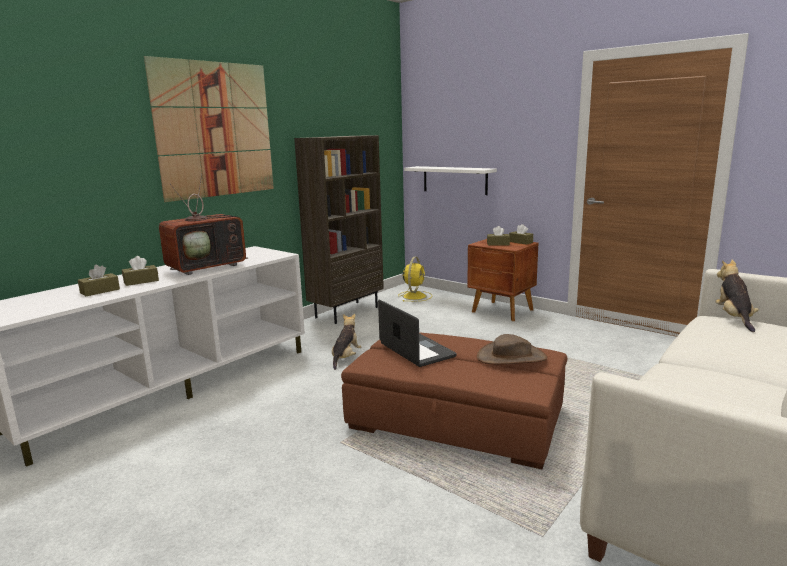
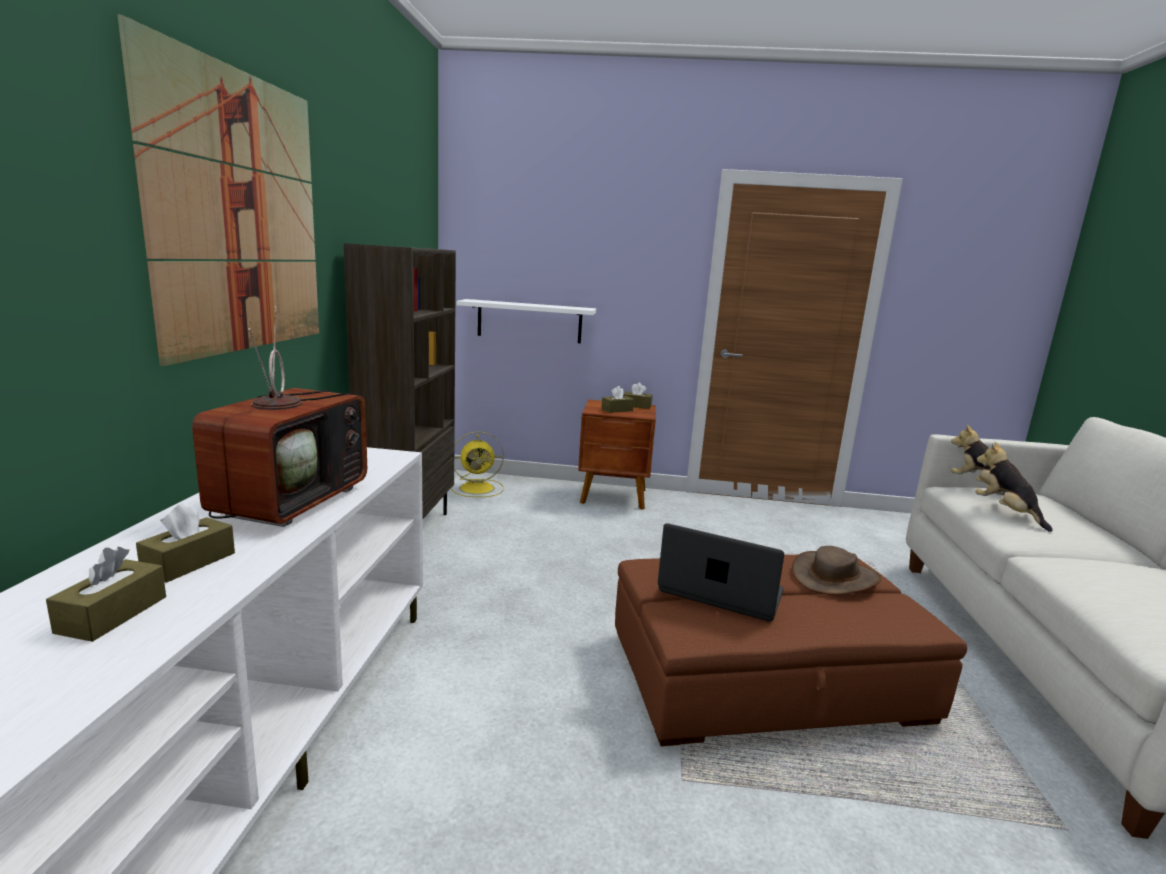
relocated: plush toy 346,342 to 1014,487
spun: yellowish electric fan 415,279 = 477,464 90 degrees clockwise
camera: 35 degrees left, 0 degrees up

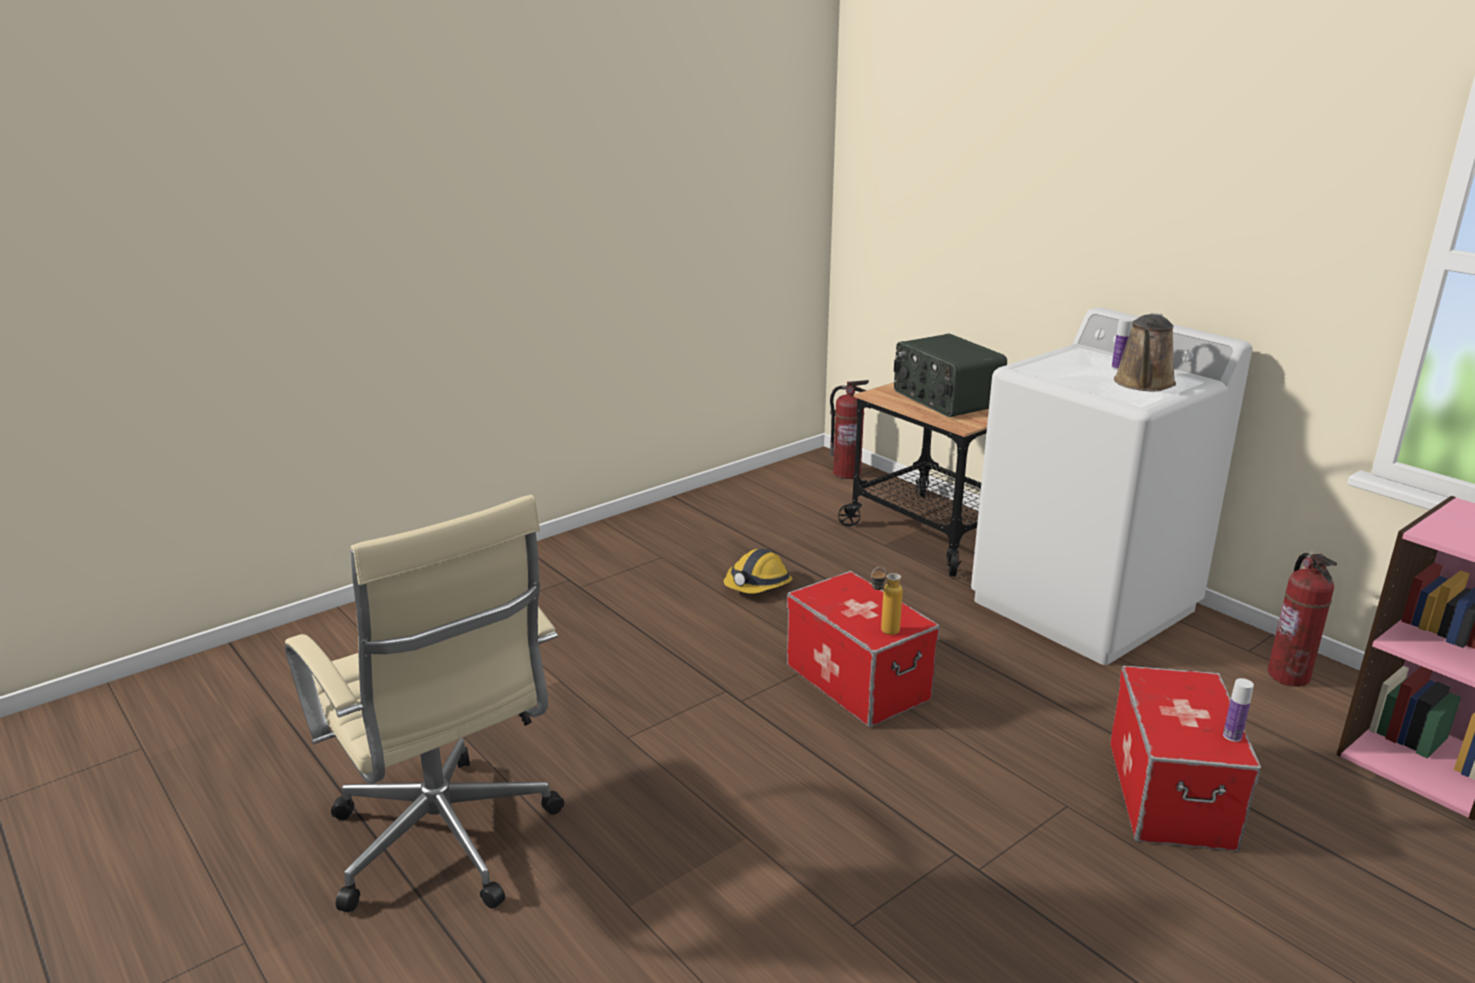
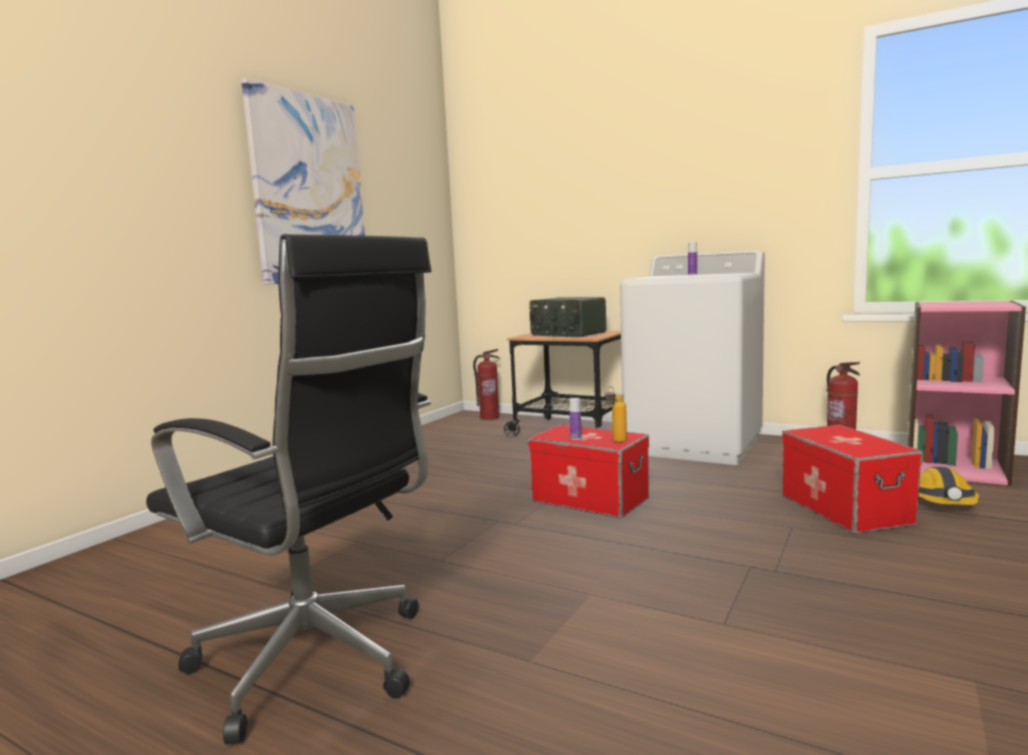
missing: brownish sprinkling can 1145,352
appeared: wall art 303,181
relocated: hard hat 758,571 to 949,486; drink bottle 1238,710 to 575,419
colour: sand-coloured desk chair 424,704 to black-coloured desk chair 289,489
camera: 20 degrees left, 15 degrees down

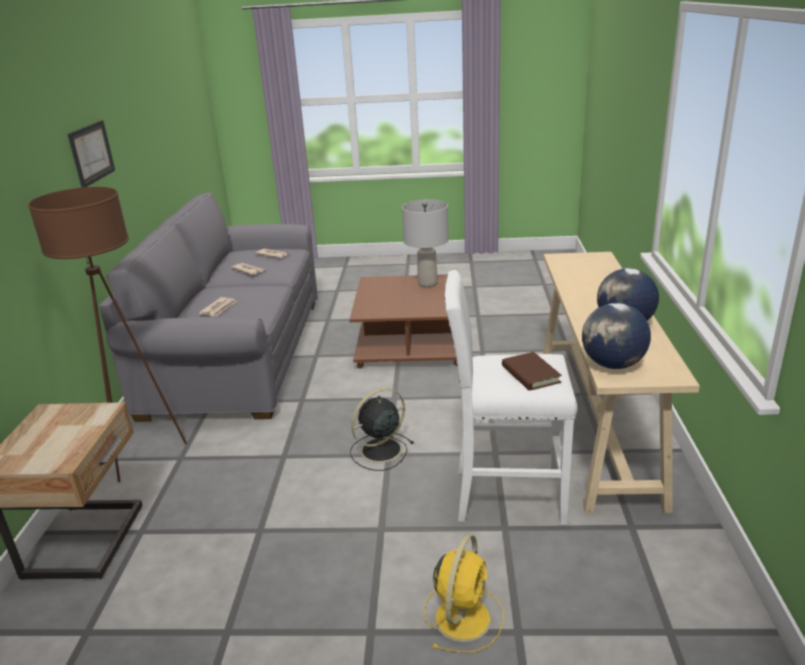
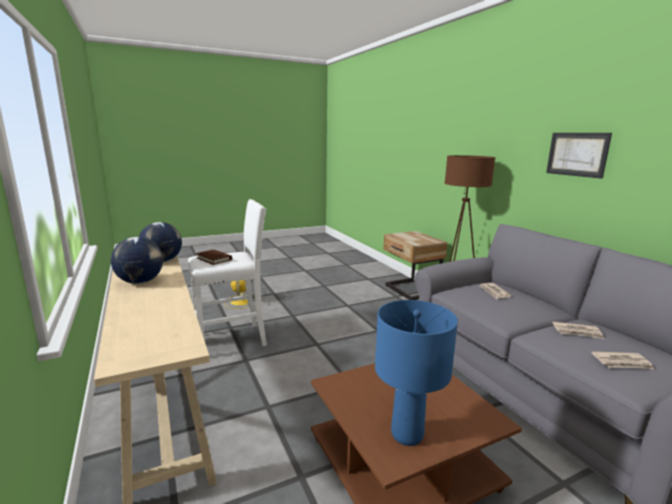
missing: black-coloured electric fan 382,429
colour: grey table lamp 425,243 to blue table lamp 416,373
camera: 150 degrees right, 10 degrees down

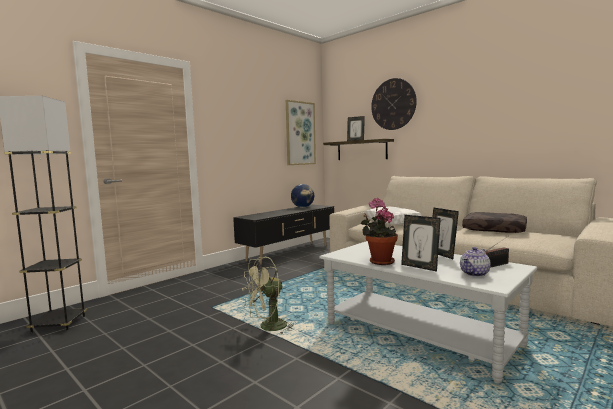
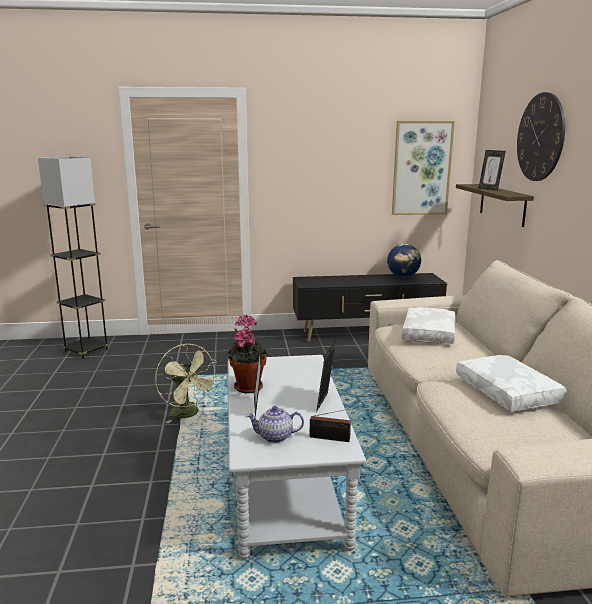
colour: brownish throw pillow 494,222 to whitish throw pillow 511,383
spun: greenish electric fan 268,295 = 187,383 135 degrees counterclockwise
camera: 40 degrees right, 10 degrees up

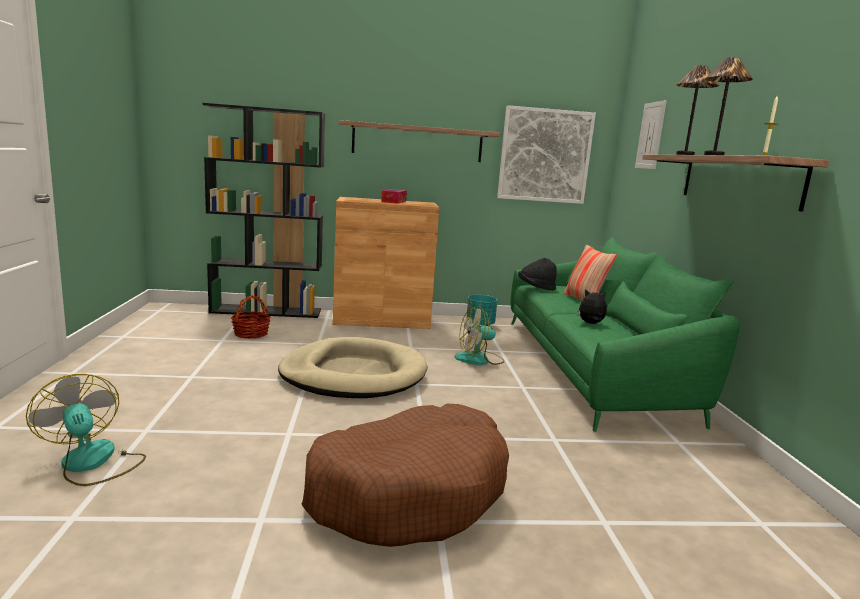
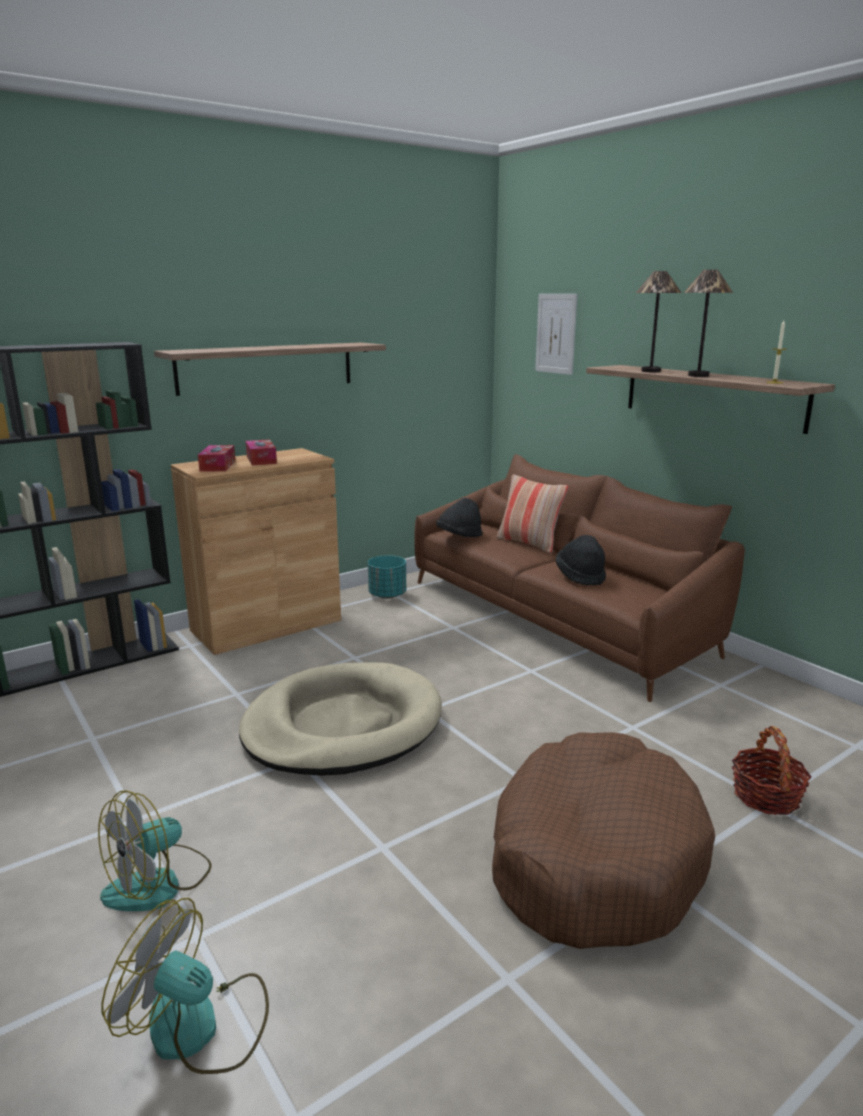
missing: wall art 546,154
appeared: tissue box 216,458
relocated: storage basket 251,317 to 771,770; electric fan 479,336 to 155,850
exchanged: plush toy 592,306 to black-coloured clothing hat 581,560
colour: greenish settee 625,334 to brownish settee 579,578
camera: 30 degrees left, 5 degrees up

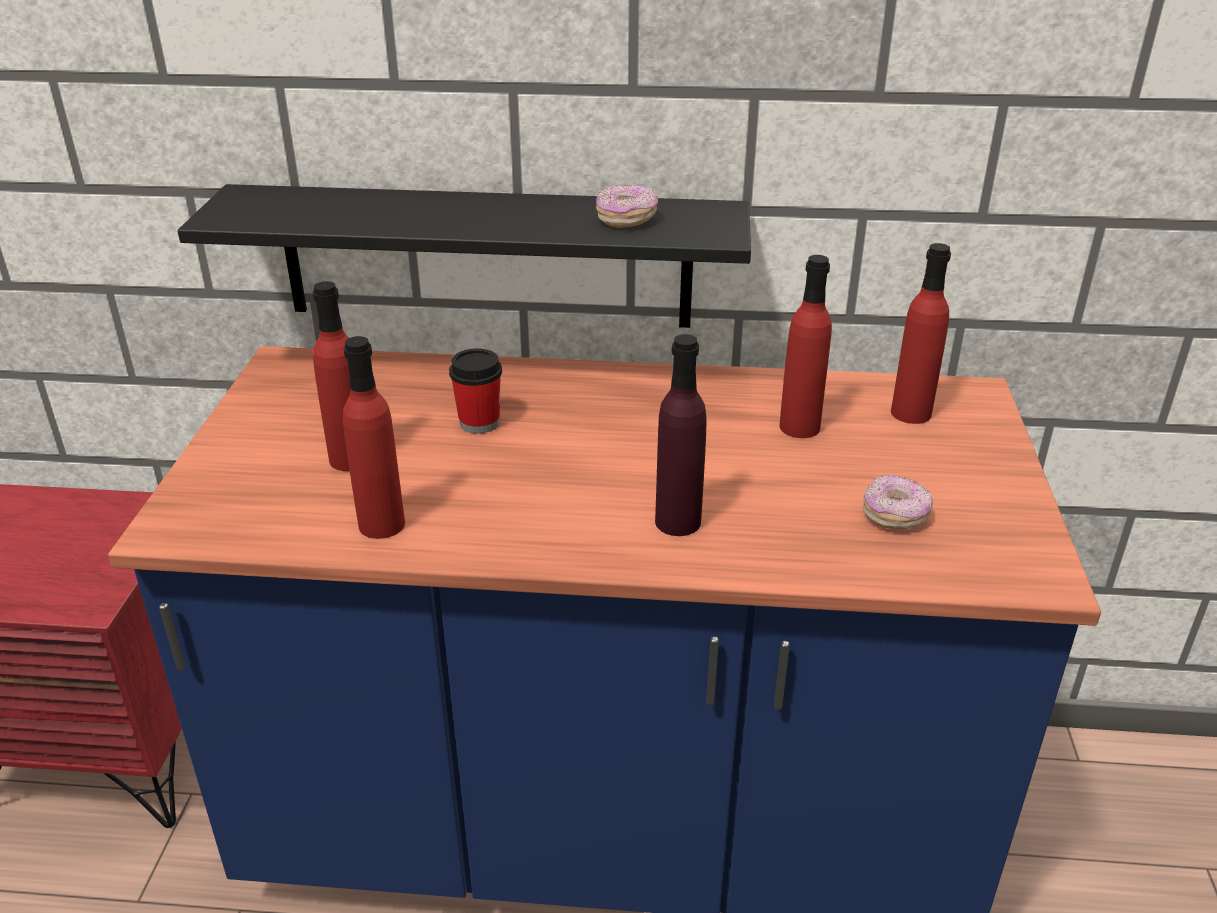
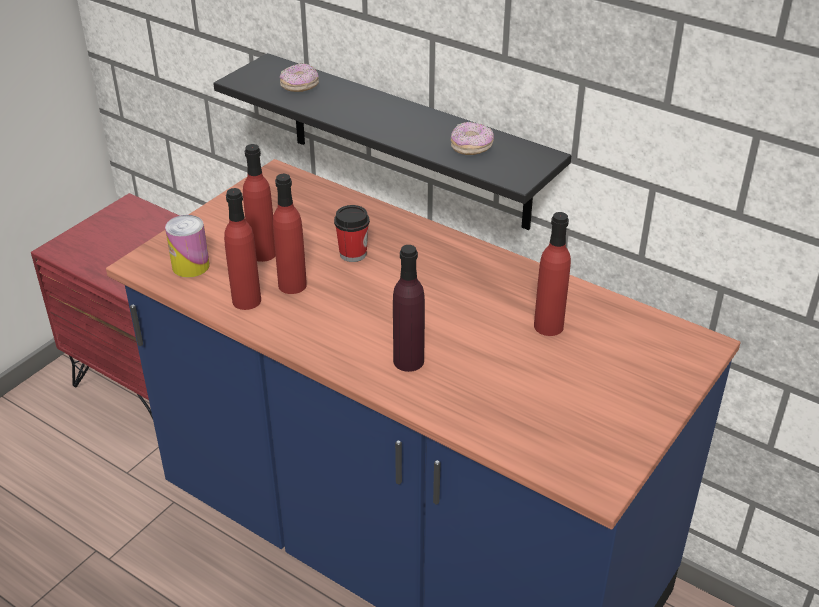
appeared: can 187,246
relocated: reddish drink bottle 921,333 to 290,234; ring doughnut 898,502 to 299,77
camera: 30 degrees right, 5 degrees up

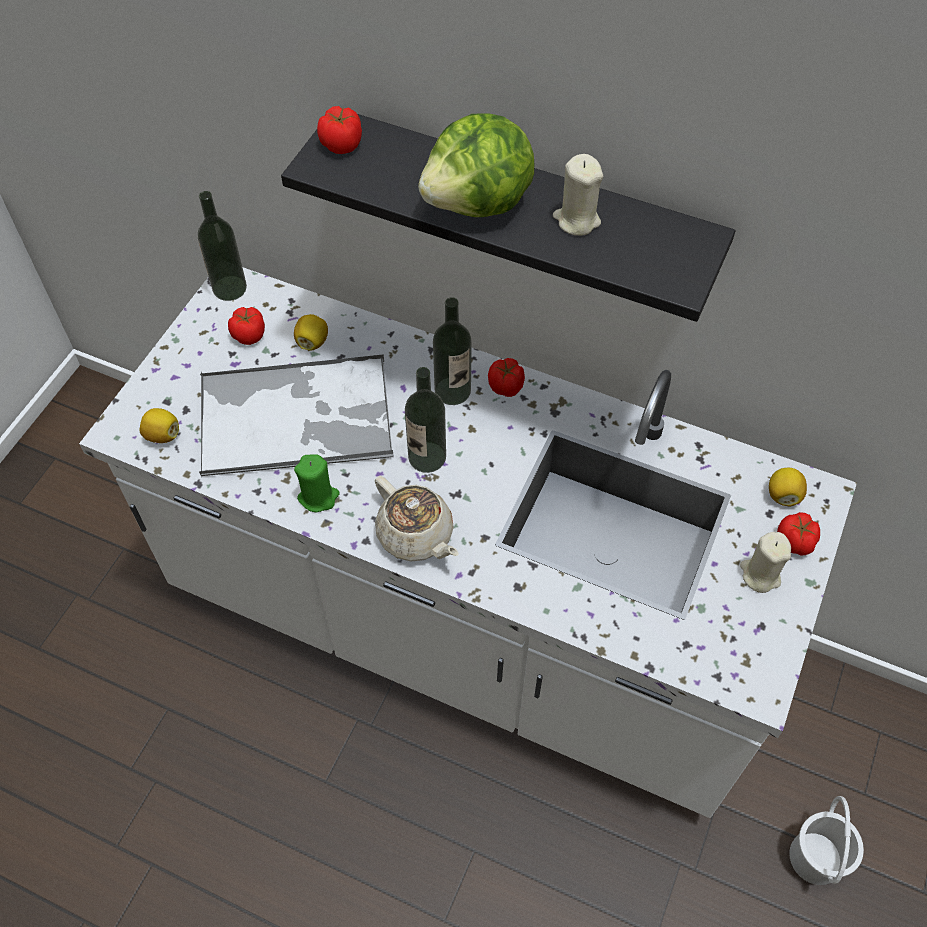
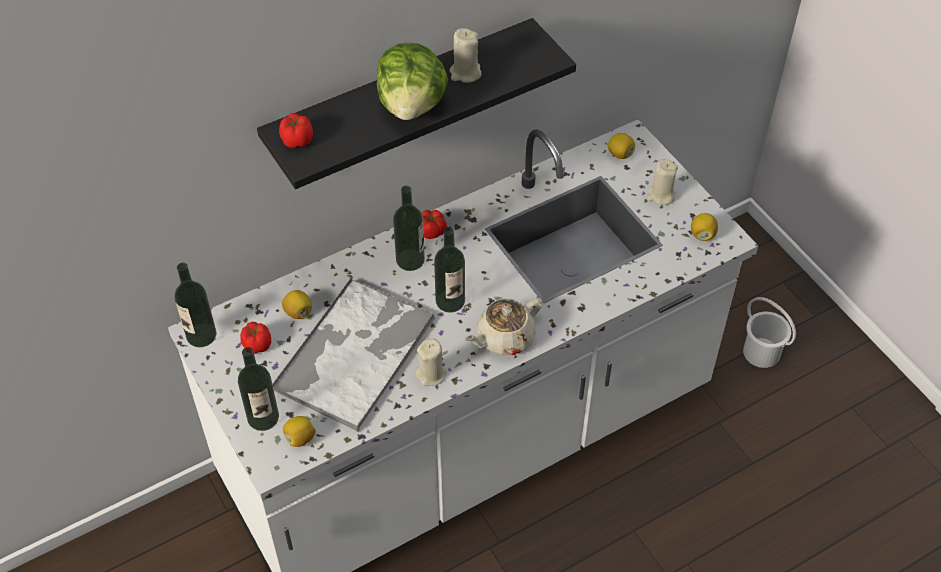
missing: whole tomato 798,533
appeared: citrus fruit 704,227; drink bottle 258,389
colour: greenish wax candle 317,483 to sand-coloured wax candle 431,362
spun: sand-coloured teapot 416,518 = 504,326 150 degrees clockwise
camera: 55 degrees left, 5 degrees down

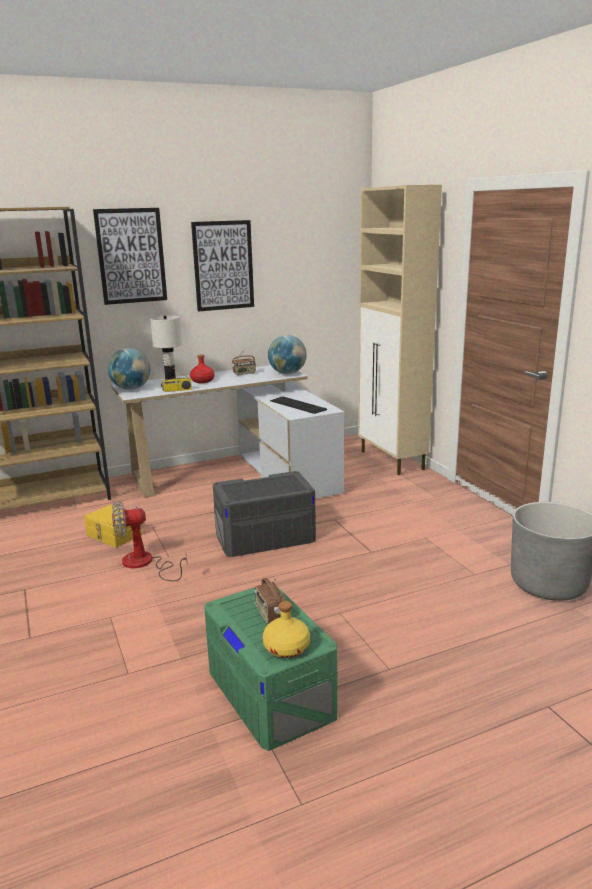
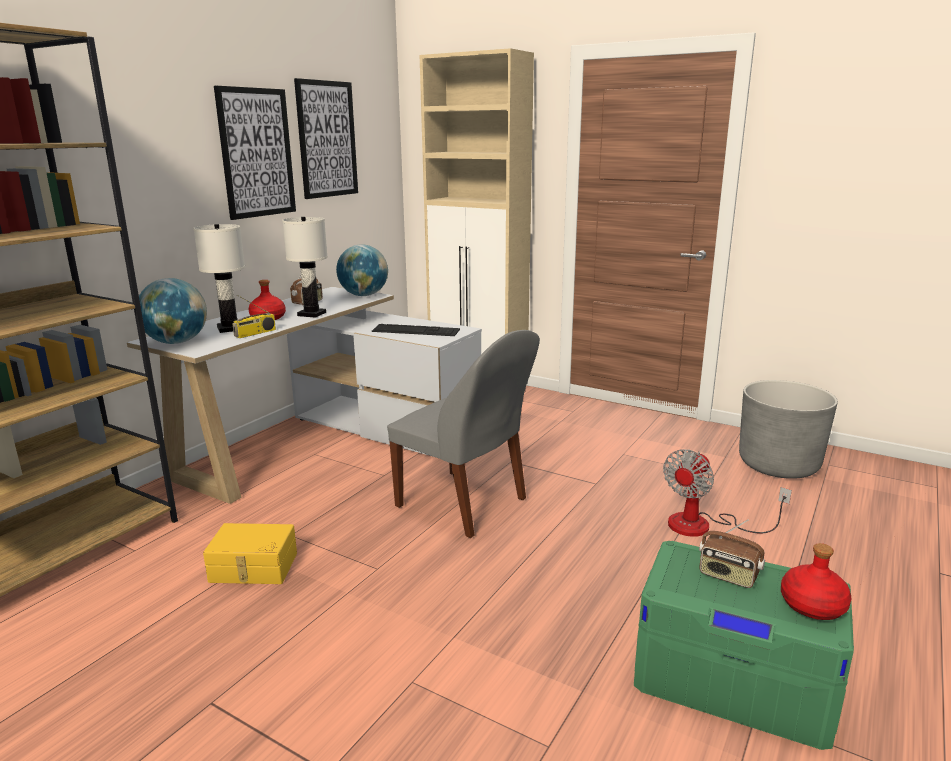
appeared: whitish table lamp 305,267
relocated: wall art 130,256 to 326,138; electric fan 150,541 to 727,493
exchanged: grey storage container 264,514 to grey chair 463,434
colour: yellowish drink bottle 286,629 to reddish drink bottle 816,581
camera: 35 degrees left, 0 degrees up

